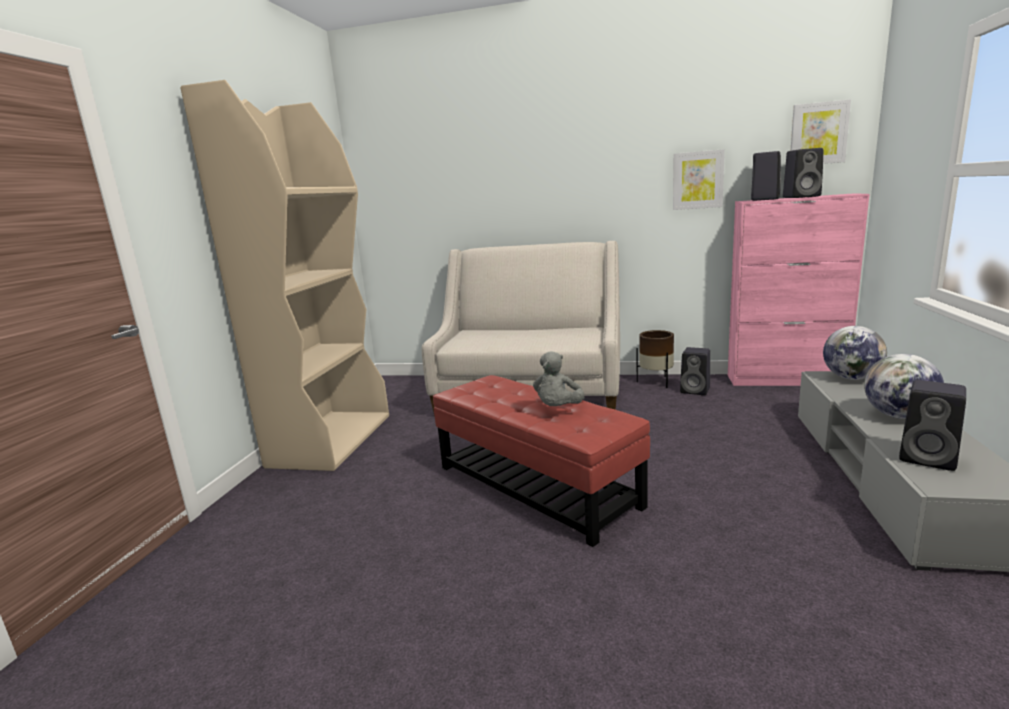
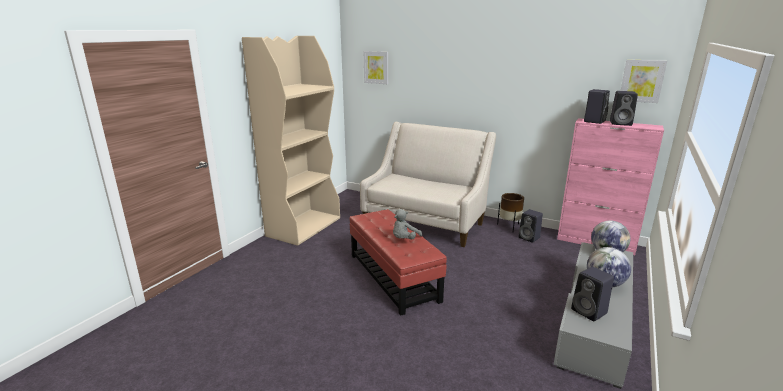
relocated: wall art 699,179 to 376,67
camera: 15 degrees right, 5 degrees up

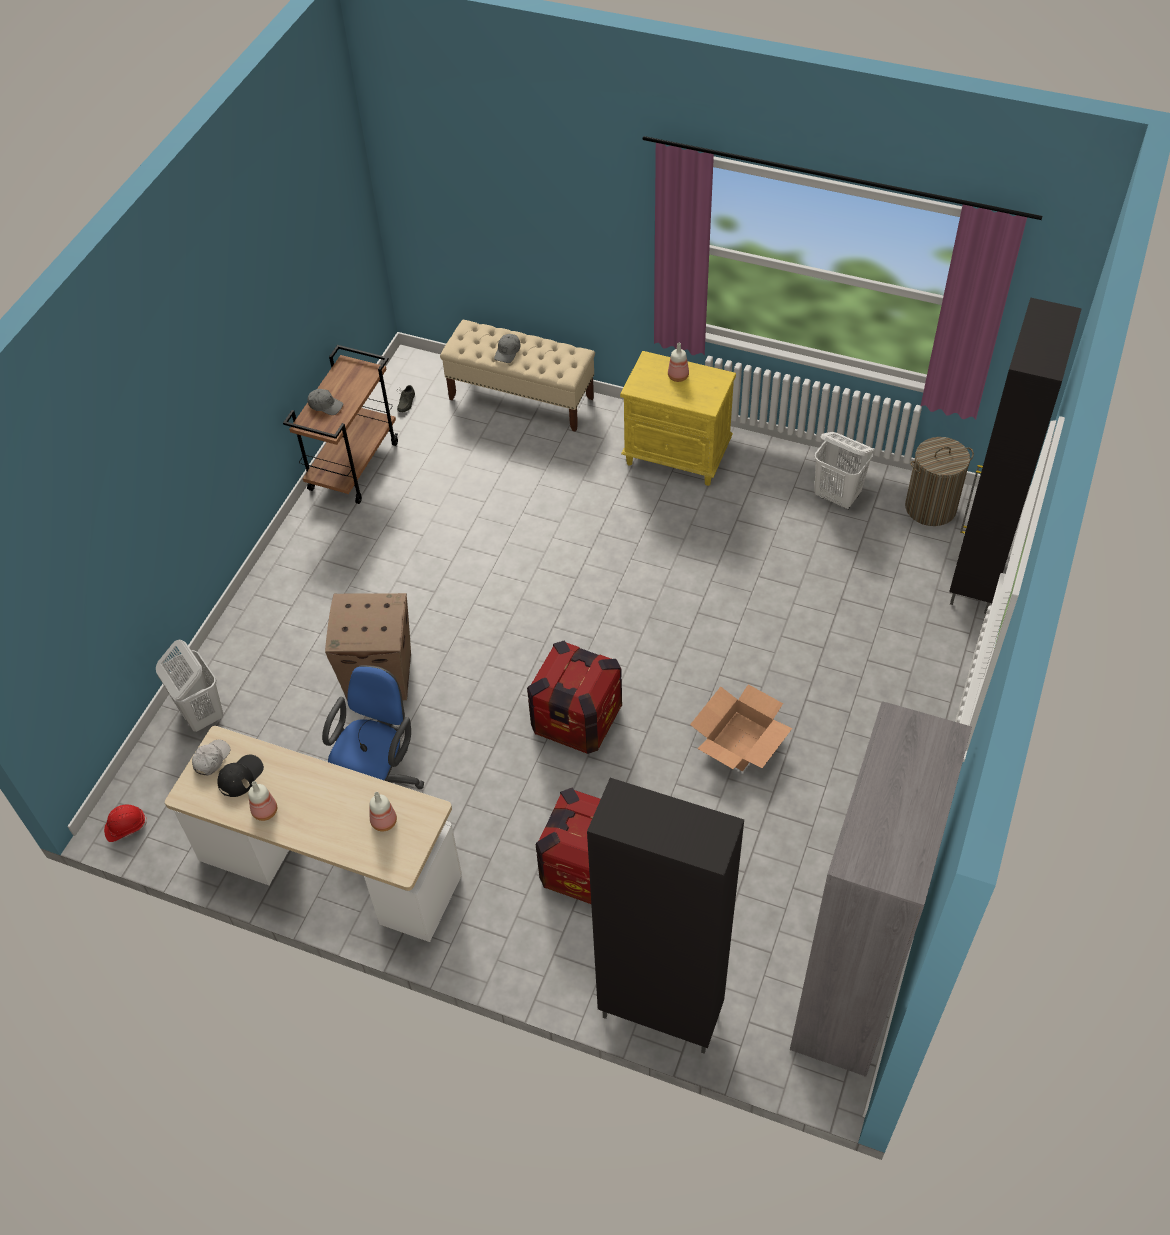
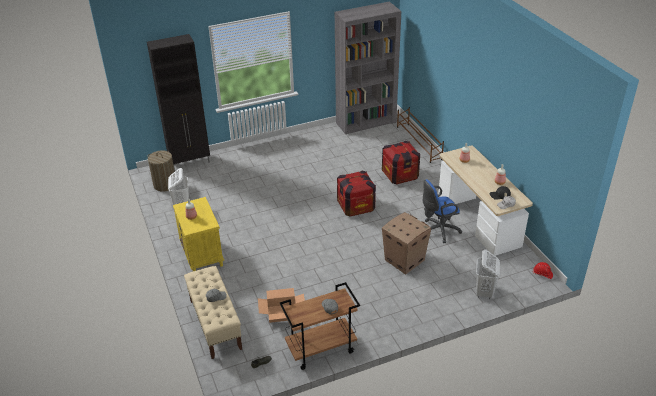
relocated: packing box 741,727 to 281,305
exchanged: black-coloured cupboard 665,916 to brownish shoe shelf 420,135
camera: 135 degrees left, 15 degrees down

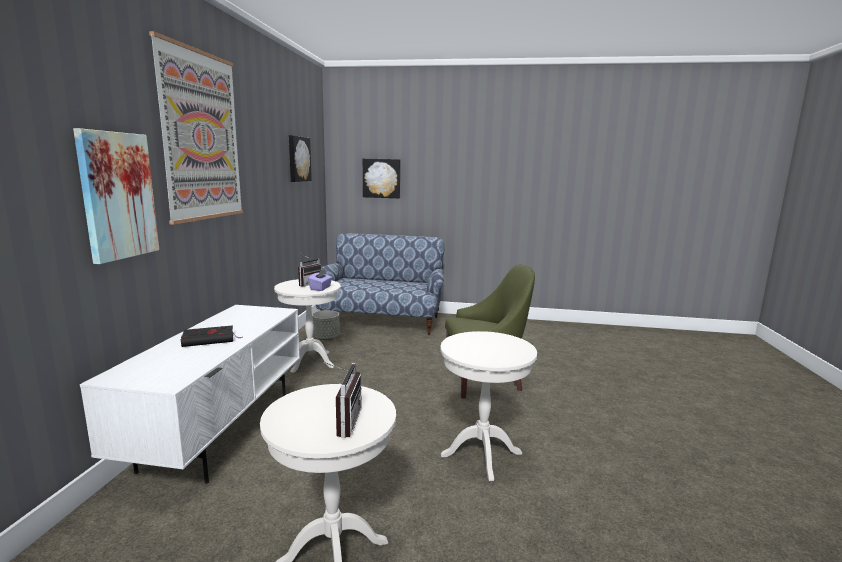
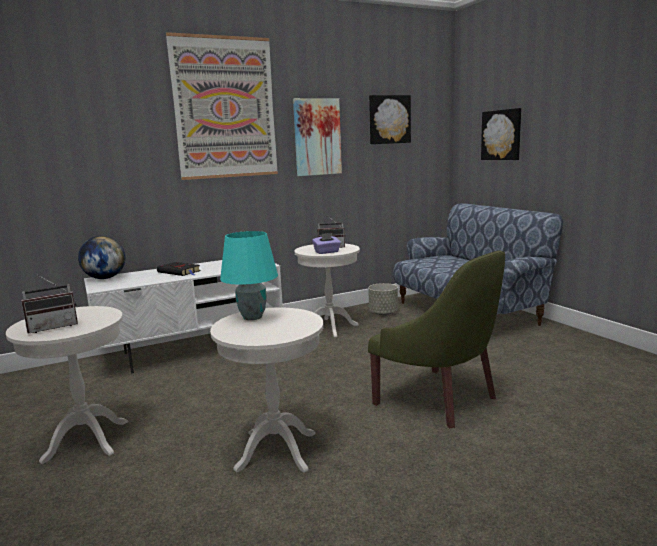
appeared: turquoise table lamp 249,275; world globe 101,257
relocated: wall art 116,196 to 317,137
camera: 55 degrees right, 0 degrees up

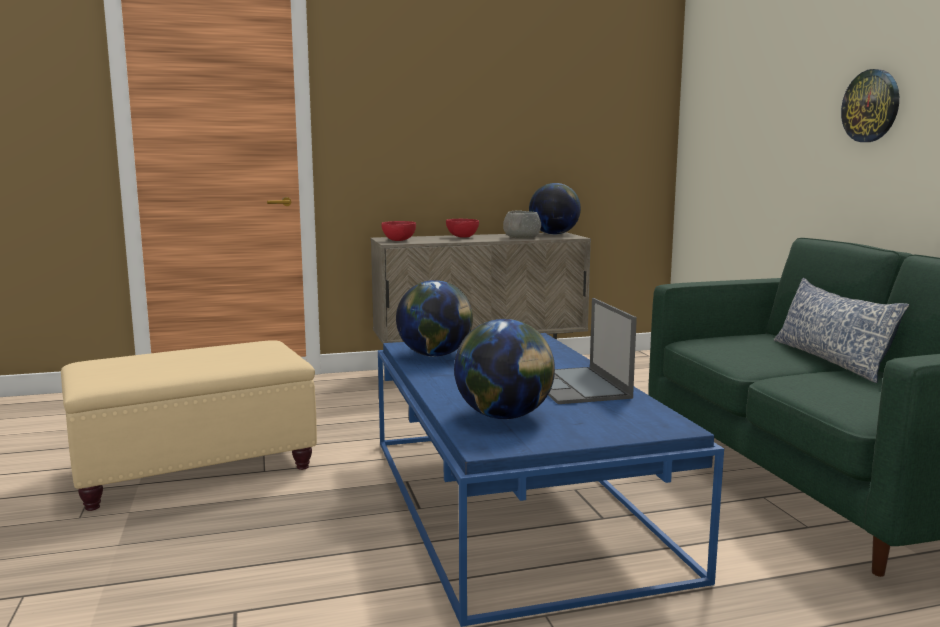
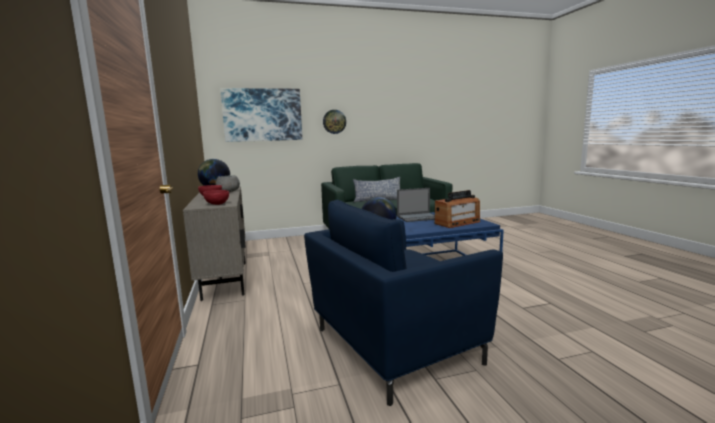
appeared: wall art 261,115
exchanged: world globe 504,369 to radio 457,209; sand-coloured footrest 189,425 to blue armchair 403,303
camera: 90 degrees left, 0 degrees up

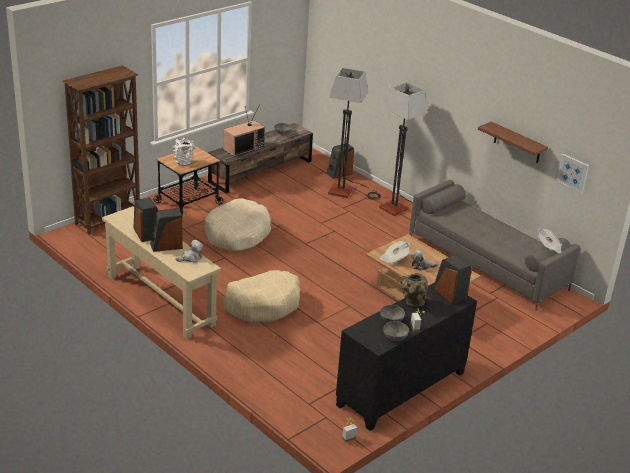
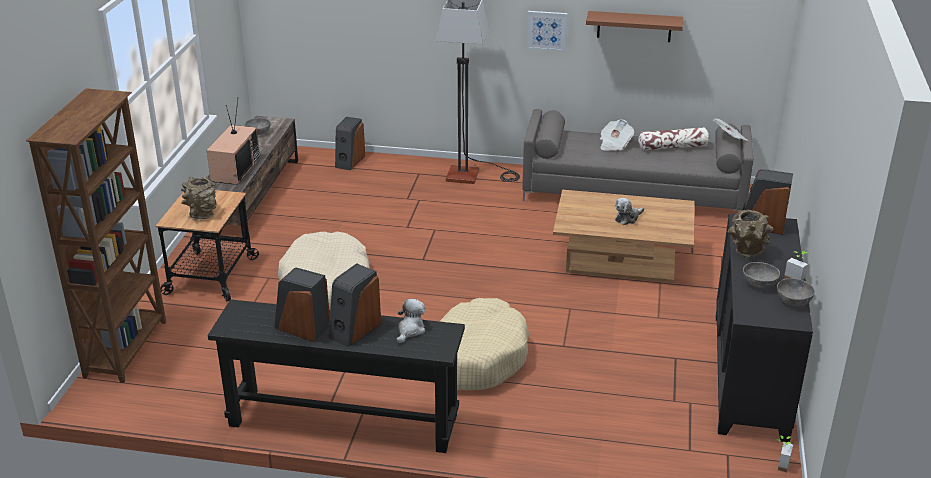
missing: floor lamp 354,133
appeared: throw pillow 673,139
relocated: wall art 572,173 to 547,31; daily paper 395,252 to 617,135
colour: whitish decorative vase 184,151 to brownish decorative vase 198,198; sand-coloured narrow table 161,272 to black-coloured narrow table 336,376
camera: 35 degrees left, 0 degrees up

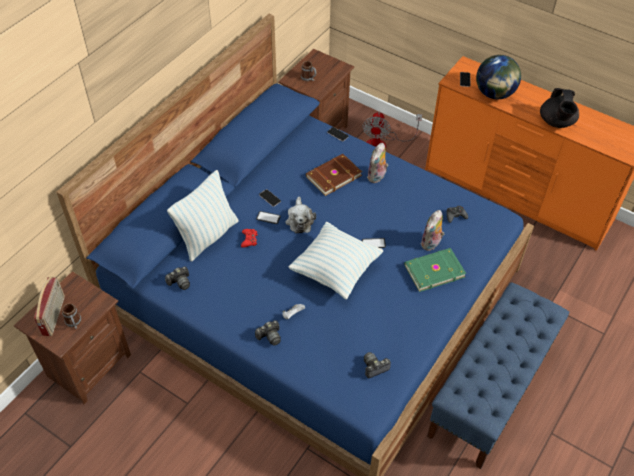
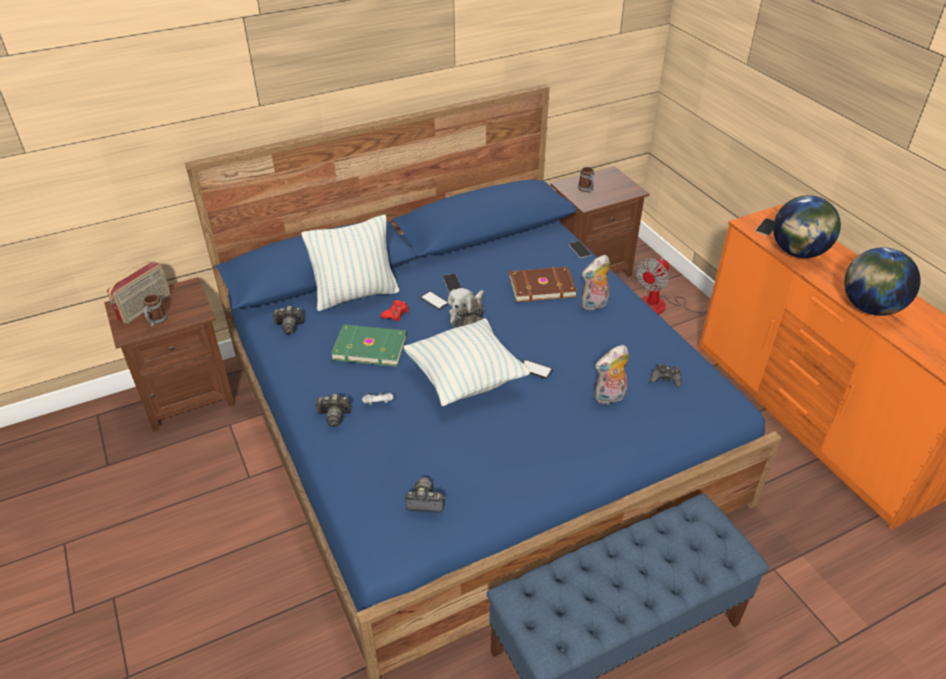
relocated: greenish bound book 435,270 to 369,345
exchanged: black-coloured teapot 559,108 to world globe 882,281
camera: 30 degrees right, 10 degrees down

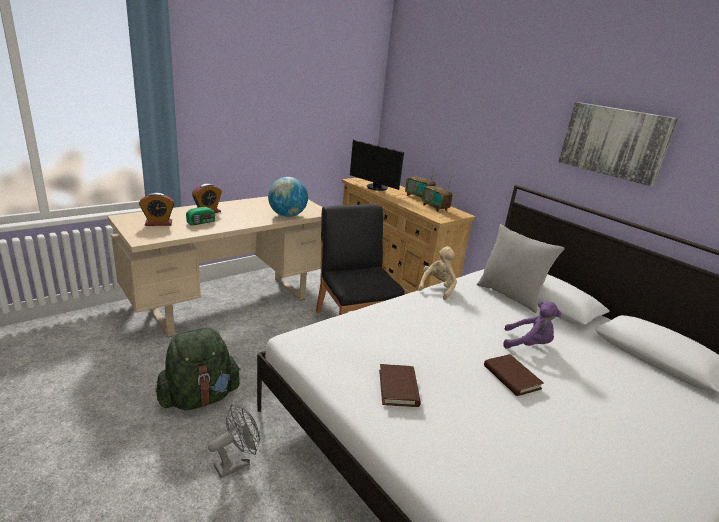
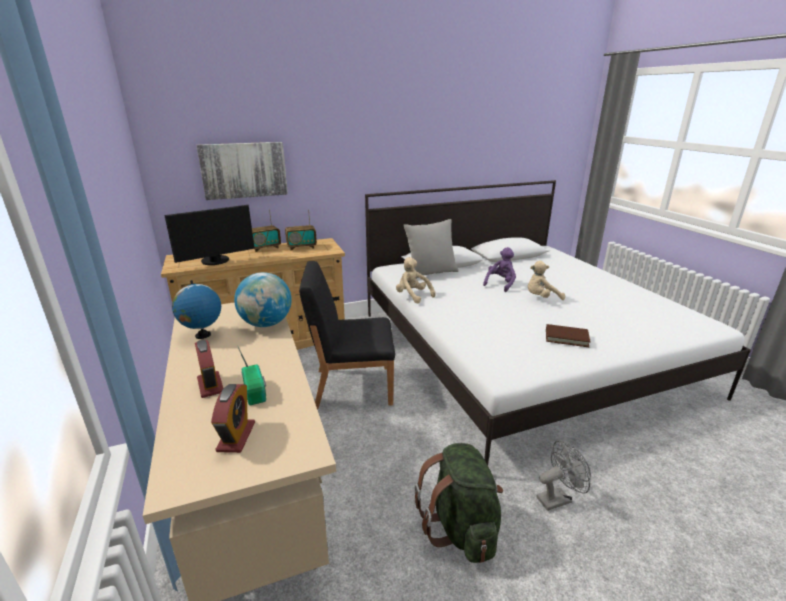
appeared: world globe 196,309
relocated: wall art 618,144 to 242,171
exchanged: brownish bound book 514,375 to sand-coloured plush toy 546,280
spun: grey electric fan 234,441 = 563,475 90 degrees clockwise
camera: 70 degrees left, 0 degrees up

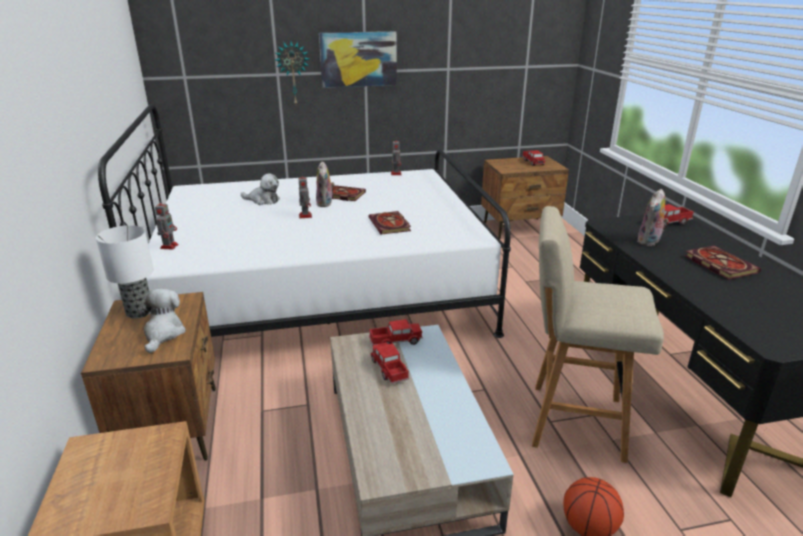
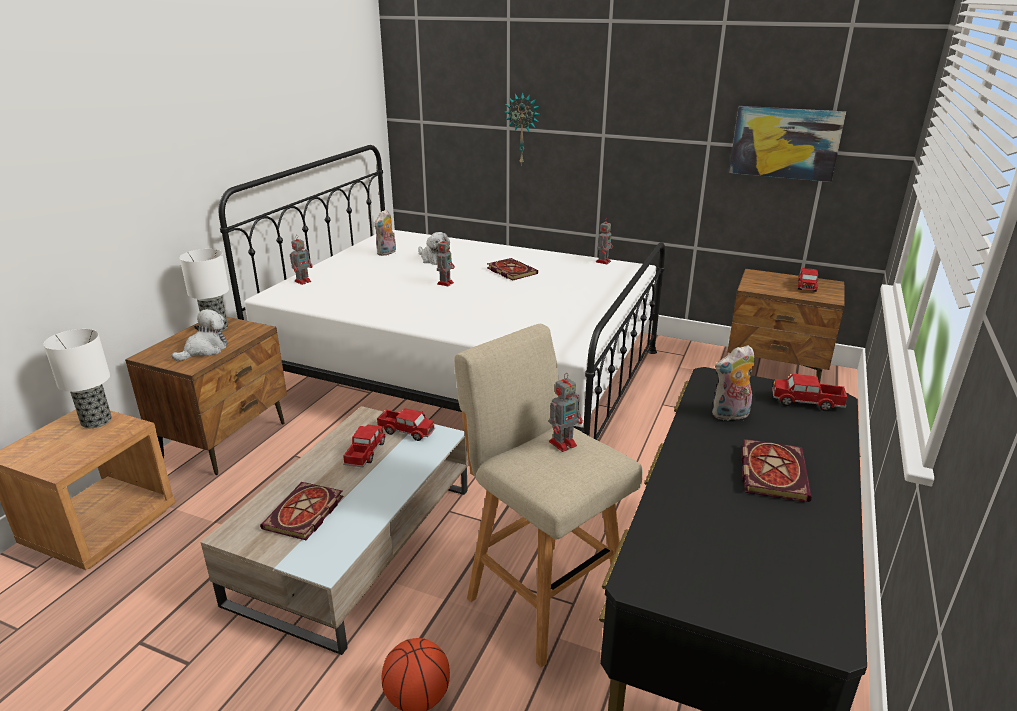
appeared: table lamp 77,378; model robot 566,412
relocated: wall art 358,59 to 787,144; plush toy 325,184 to 385,232; bound book 390,222 to 302,511
camera: 35 degrees right, 0 degrees up

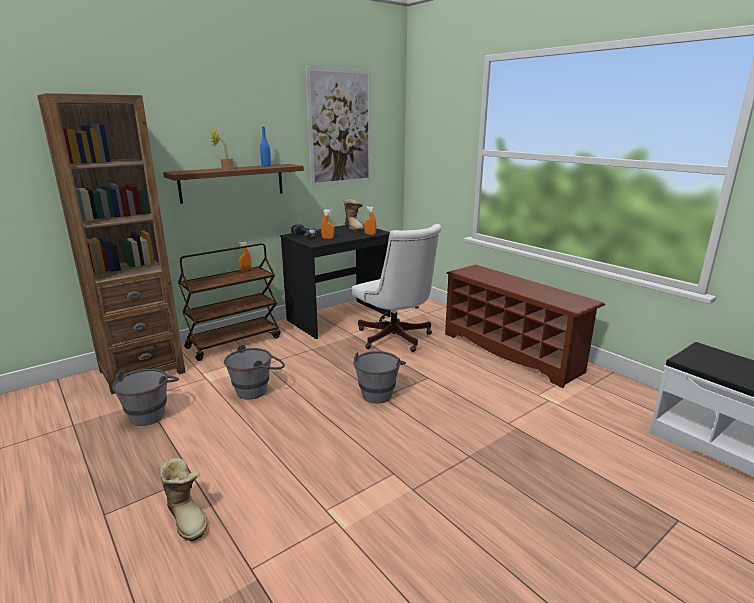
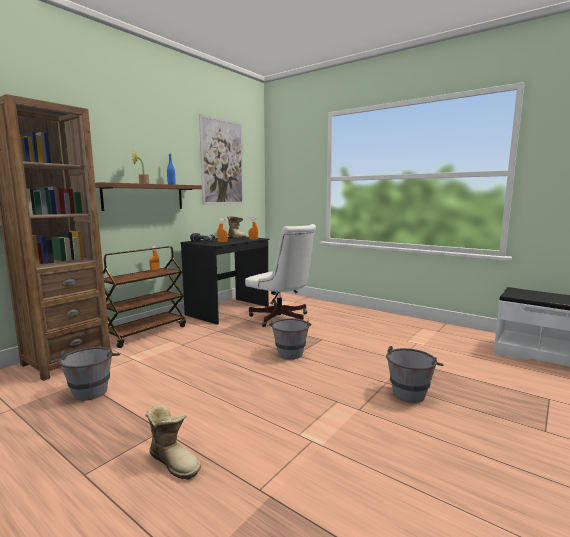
missing: brownish shoe shelf 525,326
relocated: grey bucket 254,372 to 414,374
camera: 15 degrees left, 10 degrees down

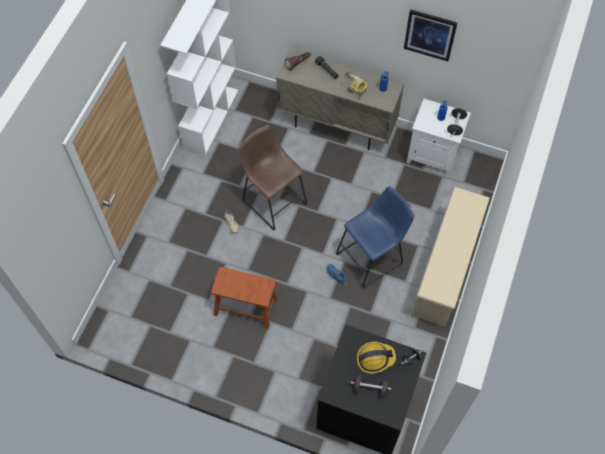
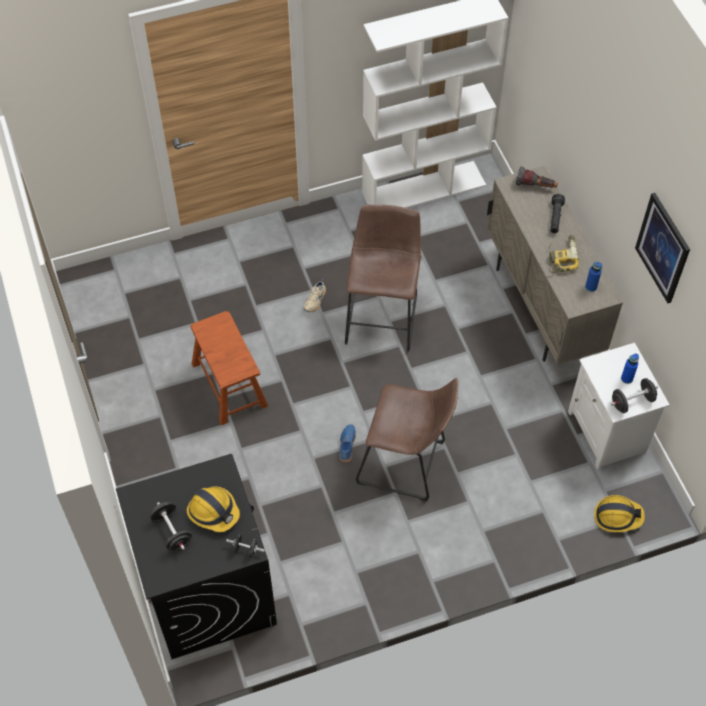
missing: sand-coloured shoe shelf 450,256
appeared: hard hat 619,514
colour: blue sitting stool 375,237 to brownish sitting stool 407,439
camera: 50 degrees right, 5 degrees down

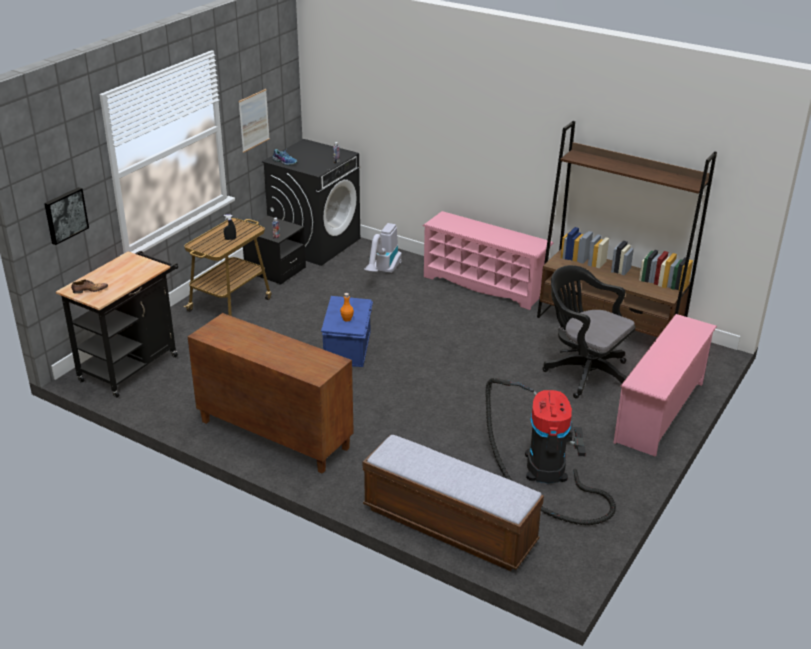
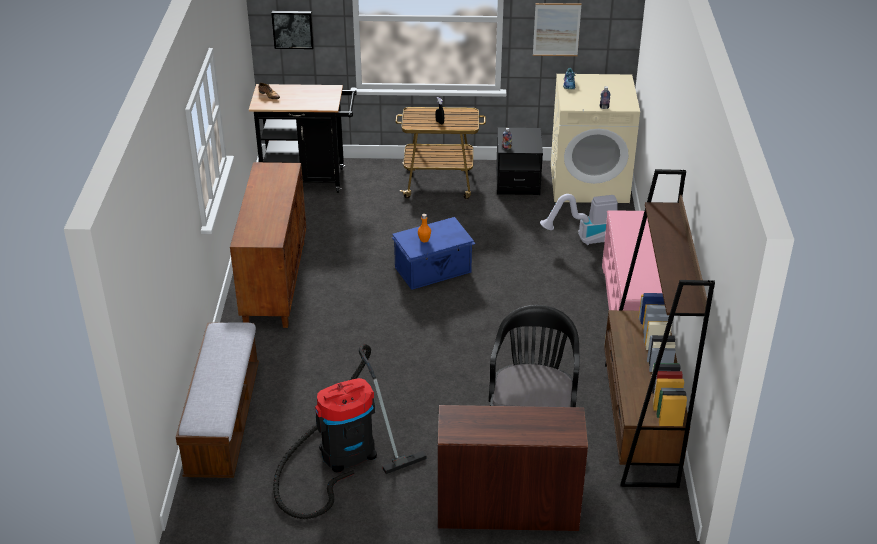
exchanged: pinkish shoe shelf 665,385 to brownish desk 513,468
colour: black-coloured washing machine 311,202 to sand-coloured washing machine 595,138
camera: 60 degrees right, 5 degrees up

